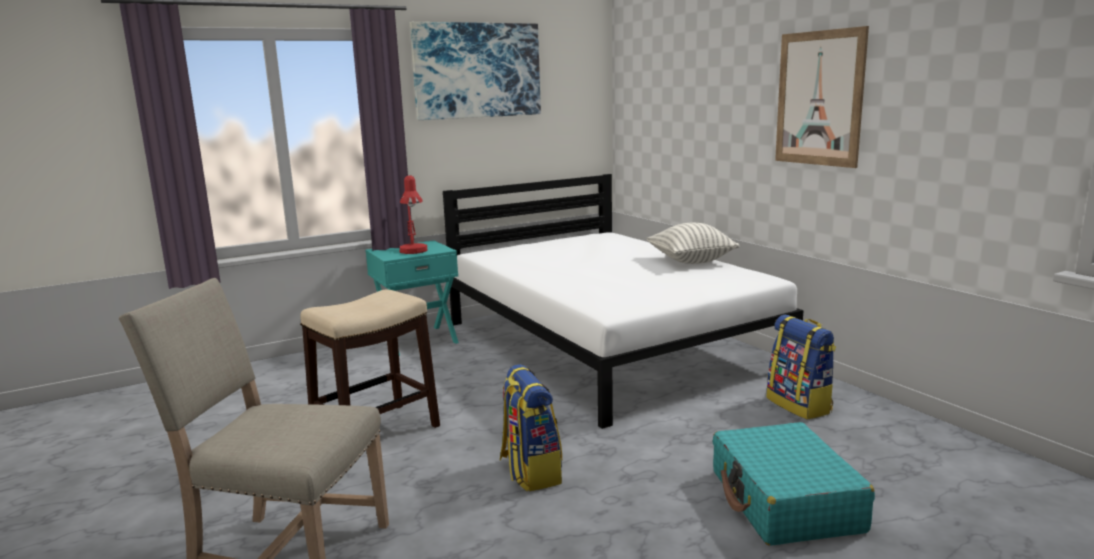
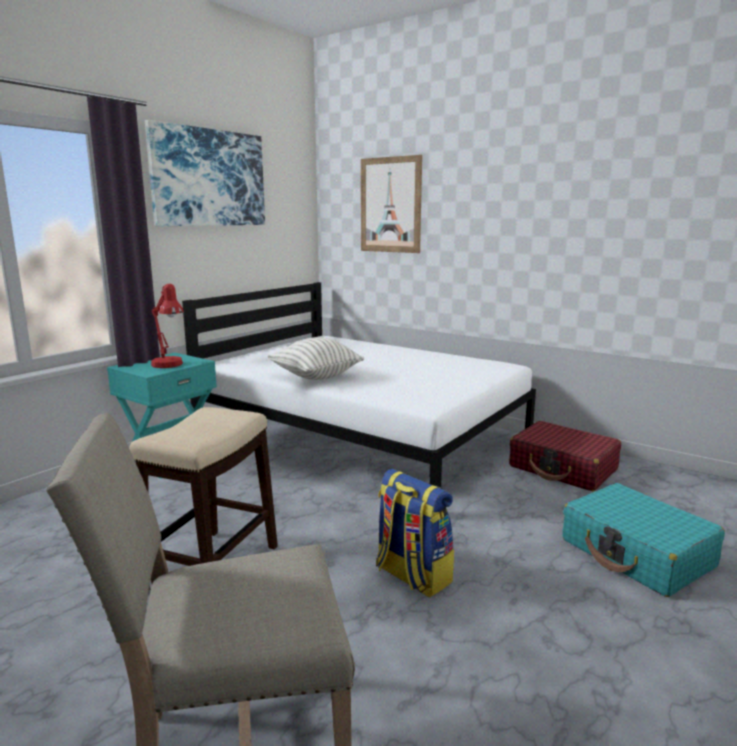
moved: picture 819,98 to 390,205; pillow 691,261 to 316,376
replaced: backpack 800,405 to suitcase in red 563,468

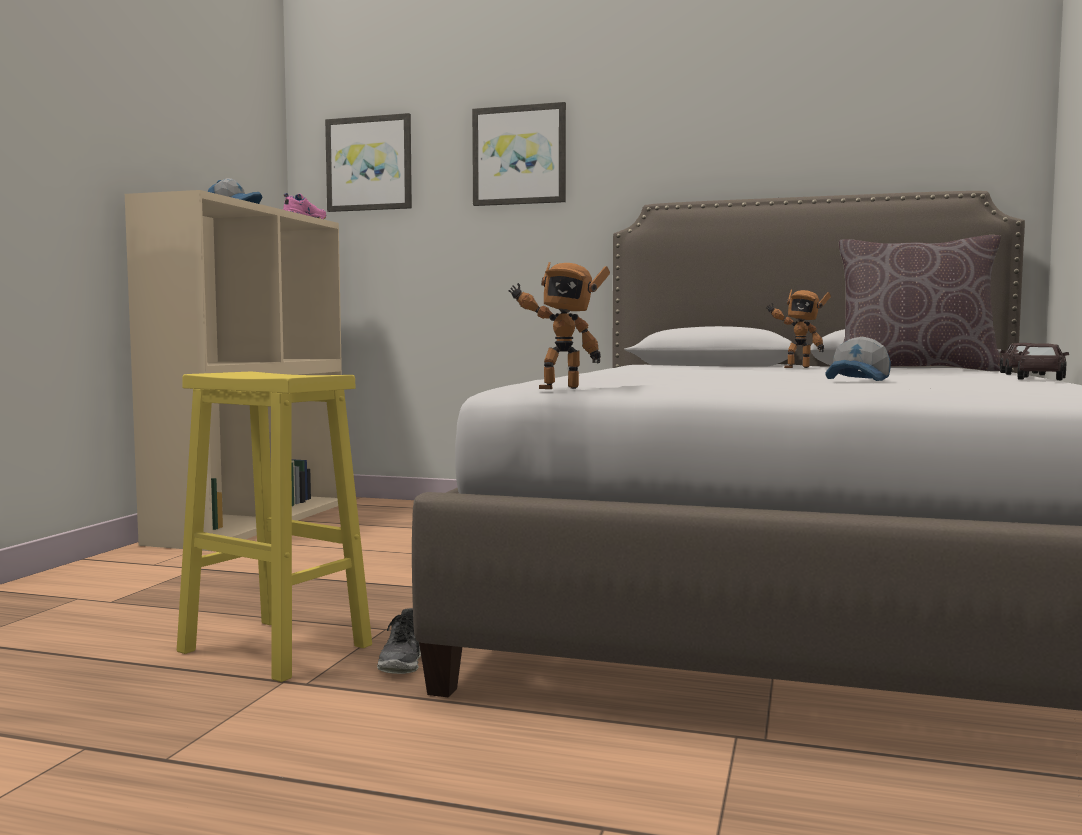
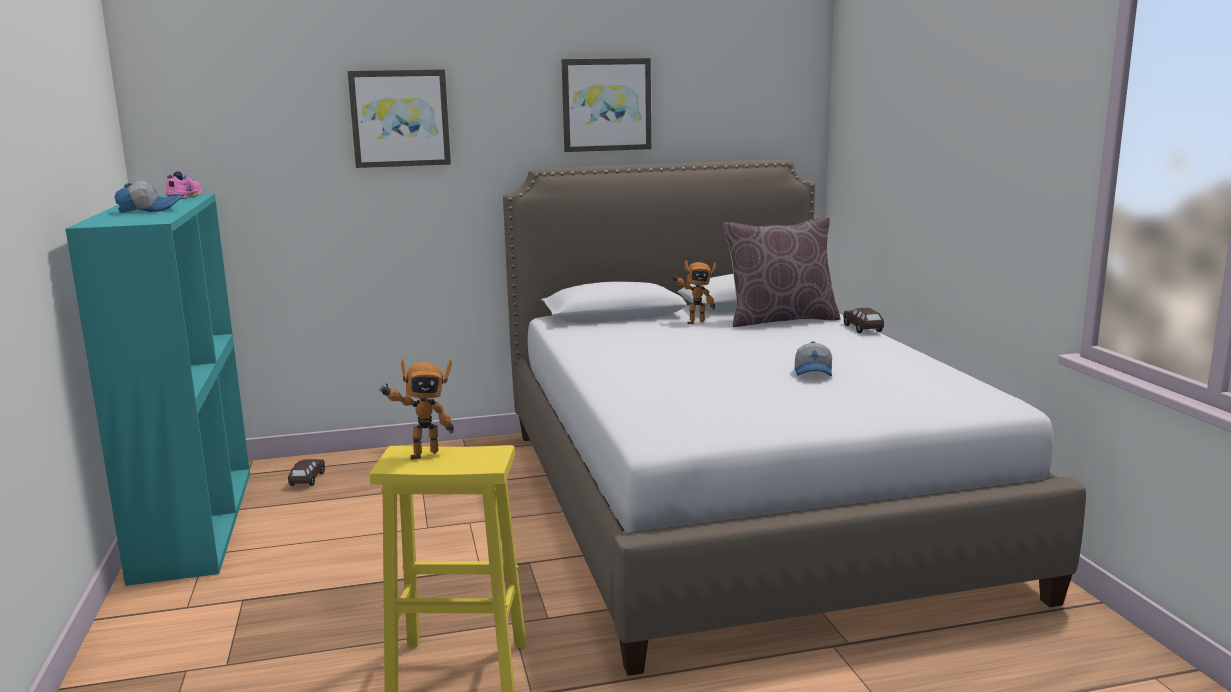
removed: shoe 404,660
moved: picture 369,164 to 606,105; toy robot 557,388 to 422,454; toy car in brown 1041,378 to 307,479
recoloured: bookcase in beige 252,522 to bookcase in turquoise 193,522

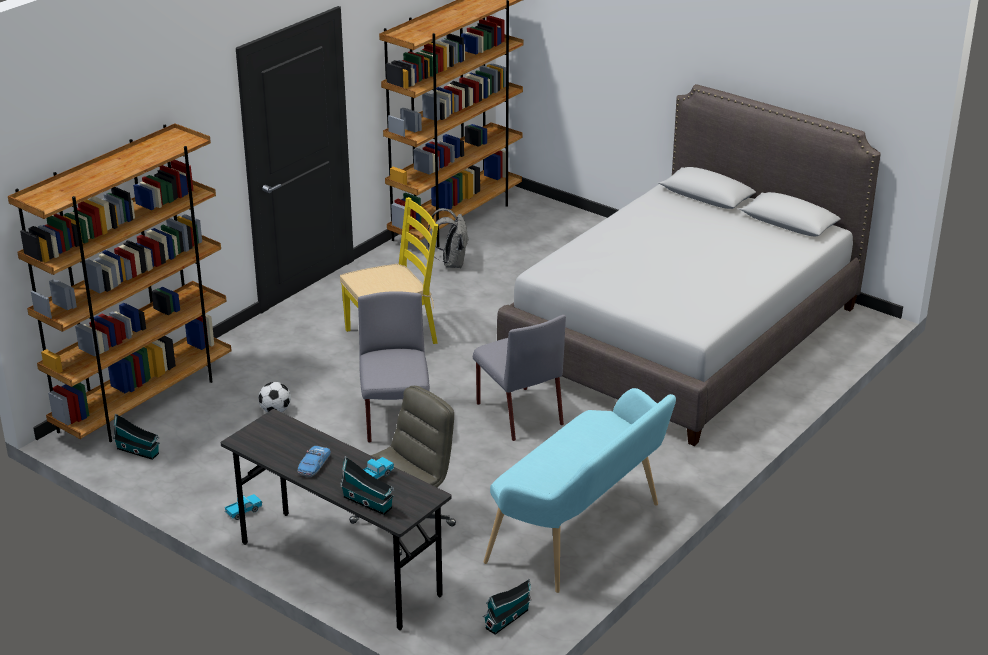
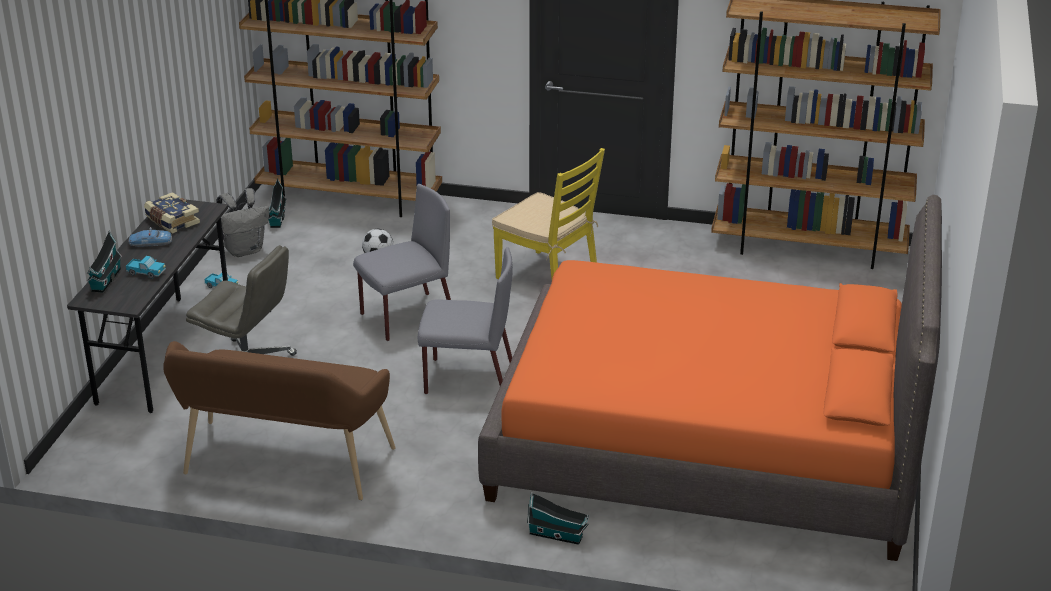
added: book 171,221
moved: backpack in grey 451,263 to 245,250; toy house 508,618 to 558,535
recoloured: bed in grey 684,335 to bed in orange 707,445; bench in turquoise 582,535 to bench in brown 283,466
turned: chair in grey 518,413 = 467,378 120 degrees counterclockwise

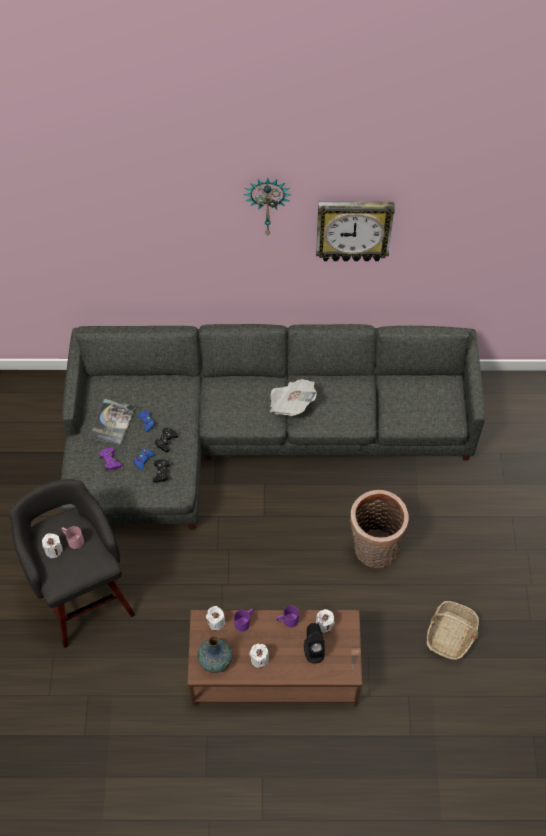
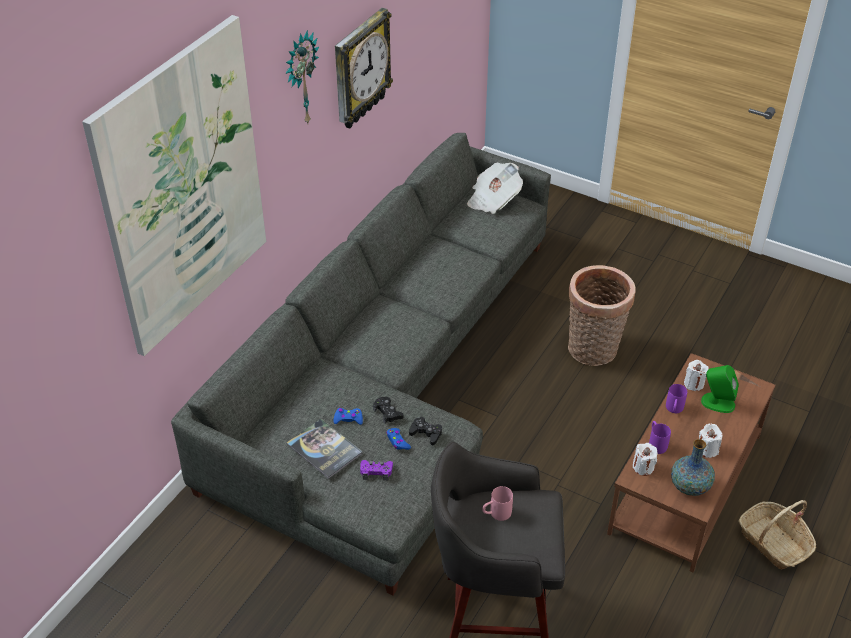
removed: candle in white 53,550
added: picture 183,188
moved: newspaper 291,404 to 493,200; basket 450,635 to 774,543
recoloured: speaker in black 314,649 to speaker in green 717,403

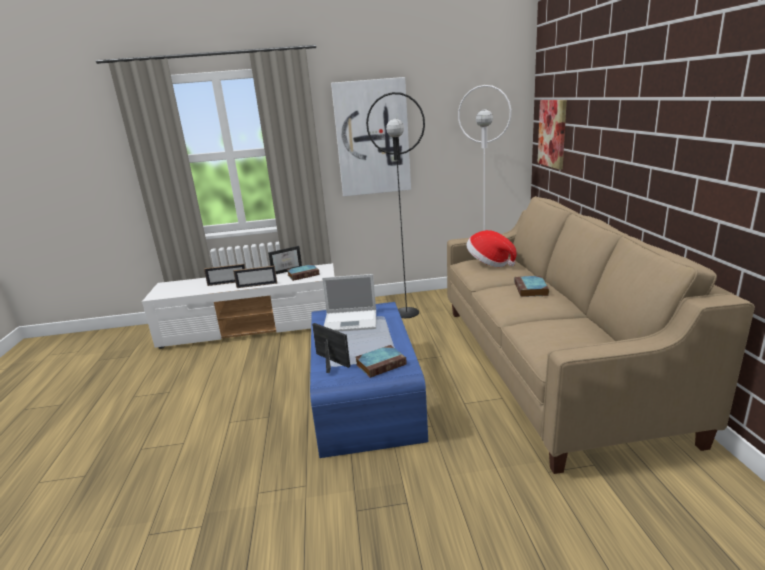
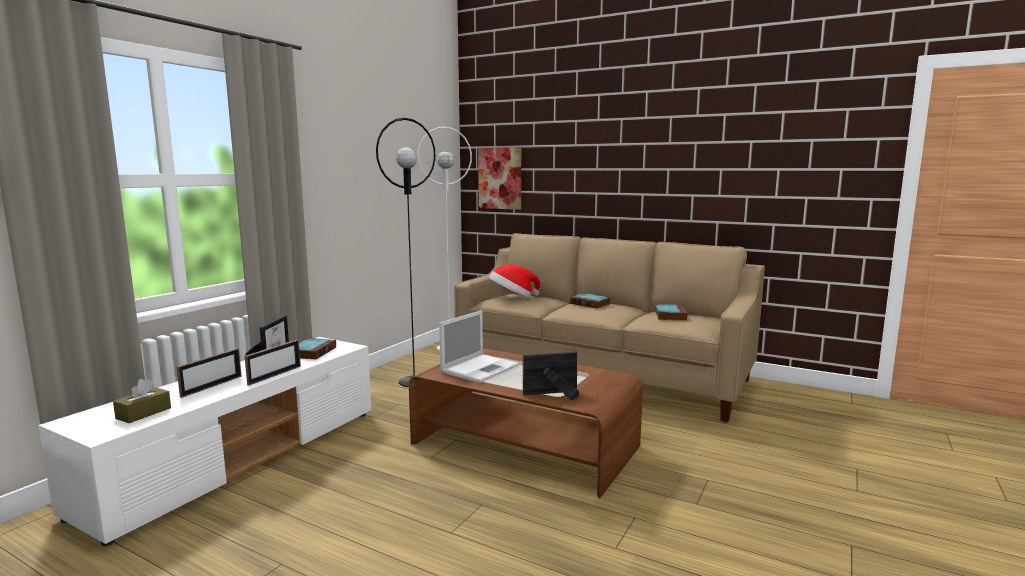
removed: picture 372,138
added: tissue box in brown 144,413
moved: book 381,364 to 669,315
recoloured: coffee table in blue 365,393 to coffee table in brown 525,445

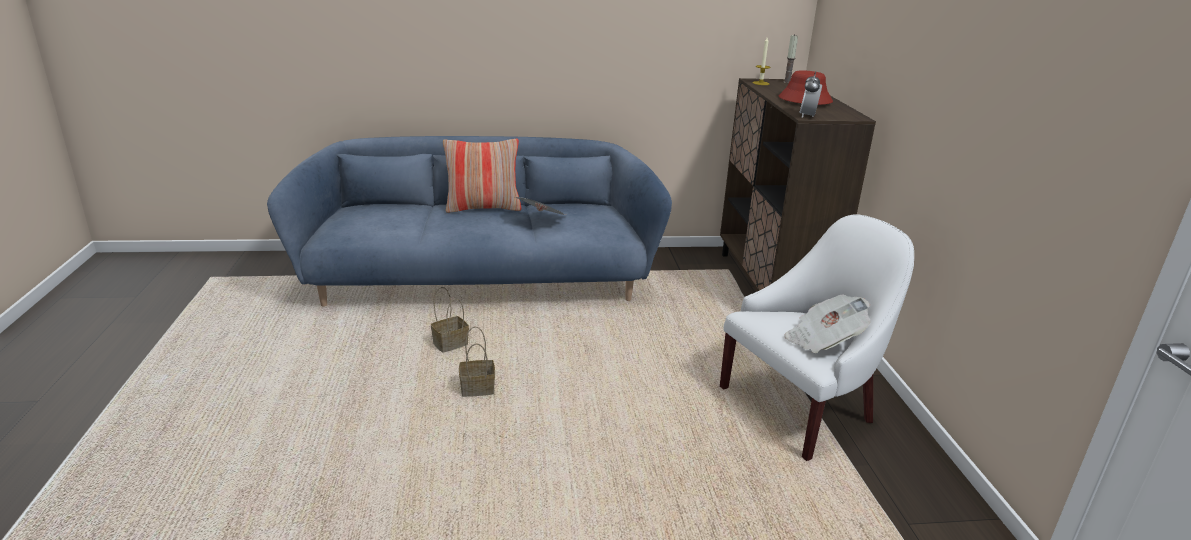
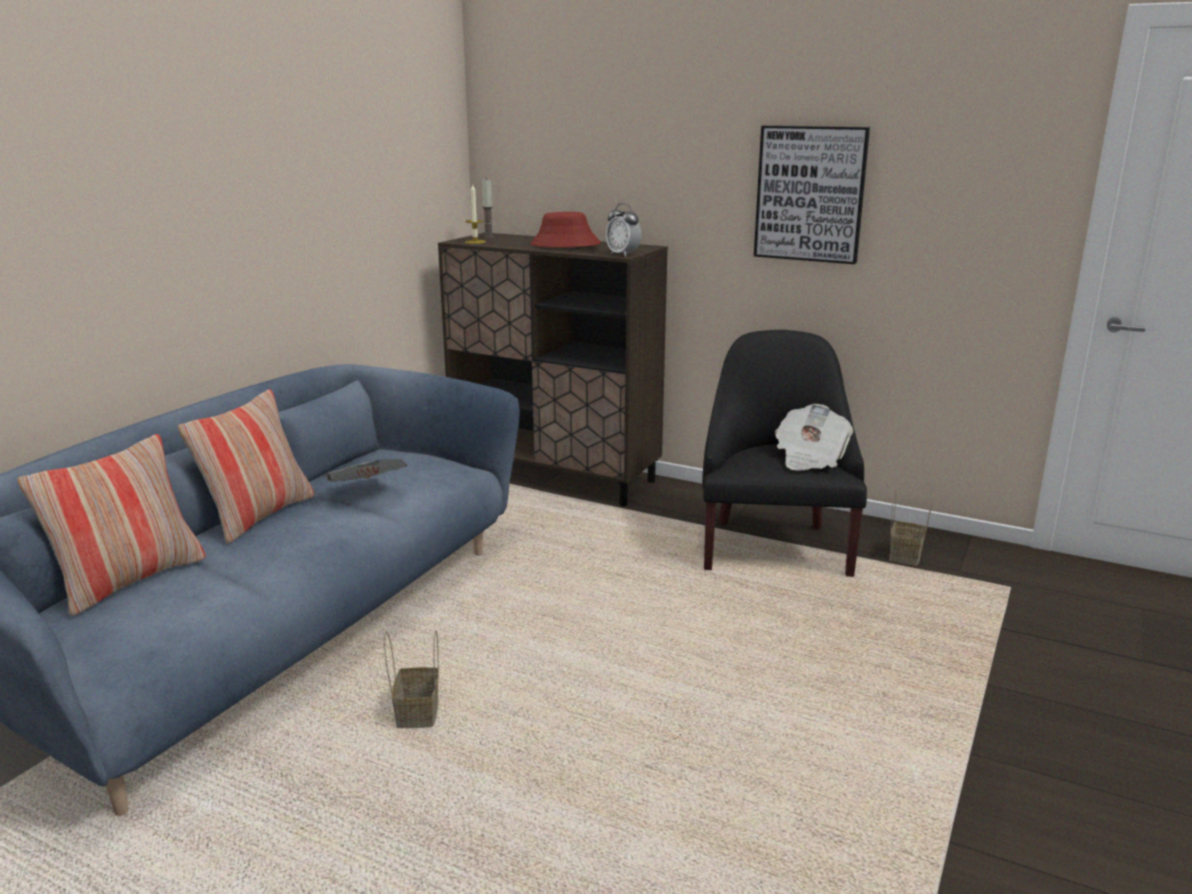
added: picture 810,194; pillow 130,580
moved: basket 476,389 to 905,556
recoloured: armchair in white 801,407 to armchair in black 773,546

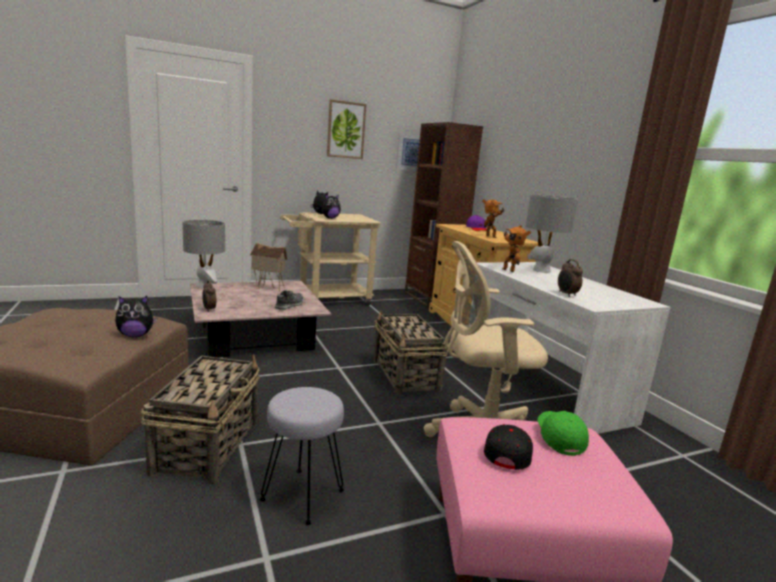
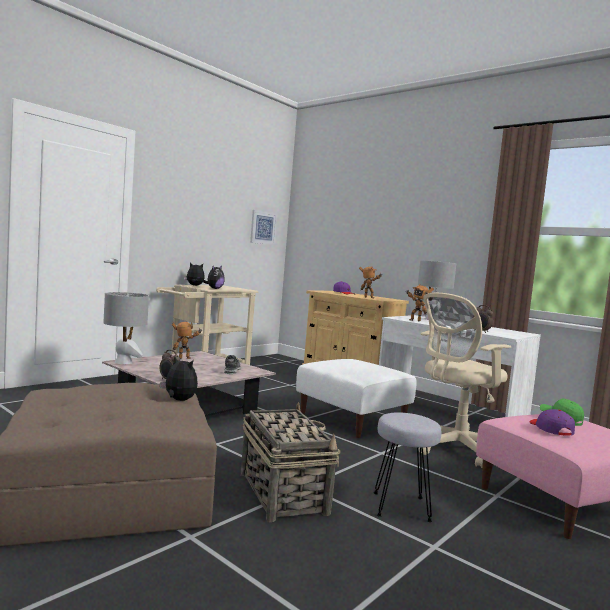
removed: picture 346,130; bookcase in brown 431,299
replaced: toy house 268,288 to toy robot 185,359; basket 406,375 to ottoman in white 353,419
recoloured: cap in black 507,452 to cap in purple 550,429
turned: plush toy 135,335 = 178,400 105 degrees counterclockwise

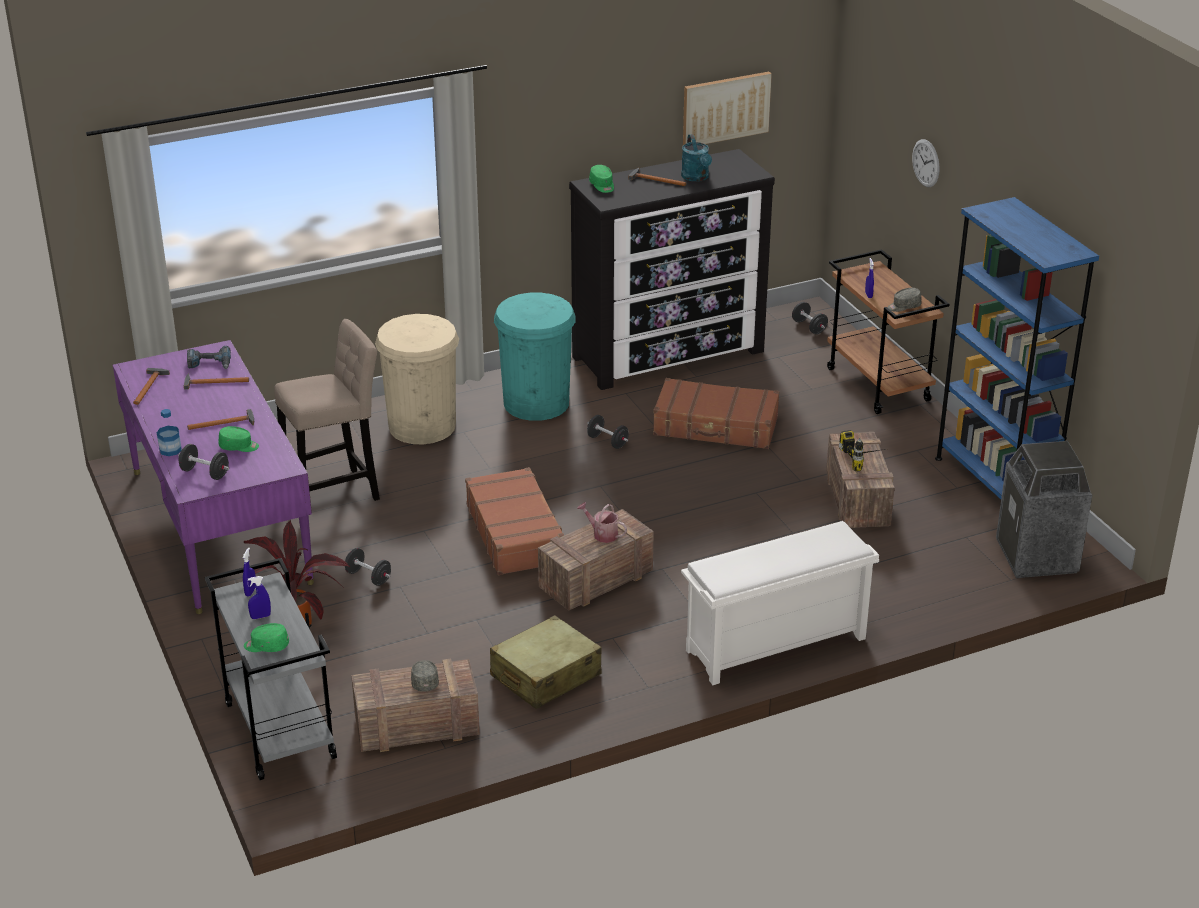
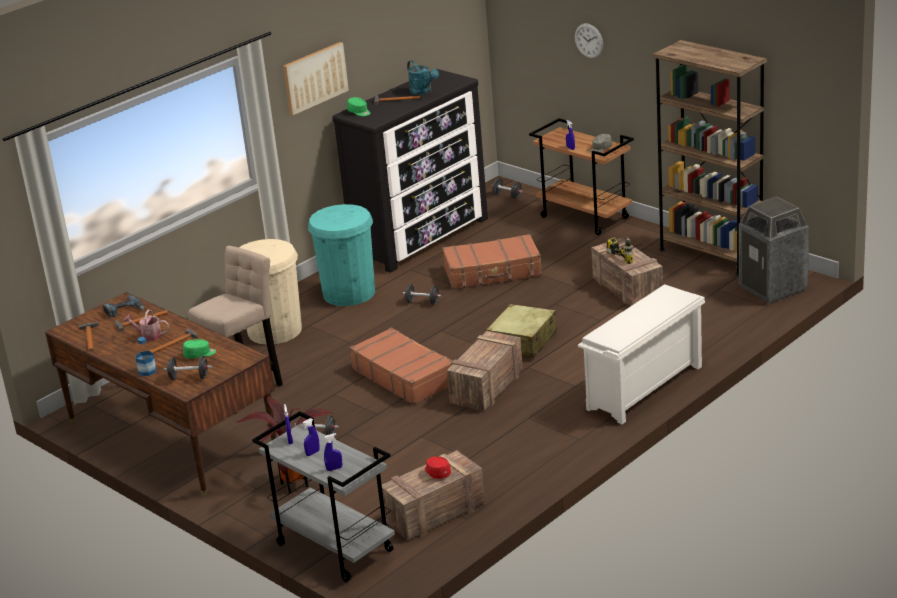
moved: picture 725,108 to 314,78; watering can 602,534 to 149,336; suitcase in beige 545,676 to 522,342
replaced: cap in green 266,646 to spray bottle in blue 334,469
recoloured: bookcase in blue 994,484 to bookcase in brown 710,254; desk in purple 220,526 to desk in brown 172,436; cap in grey 424,681 to cap in red 437,472

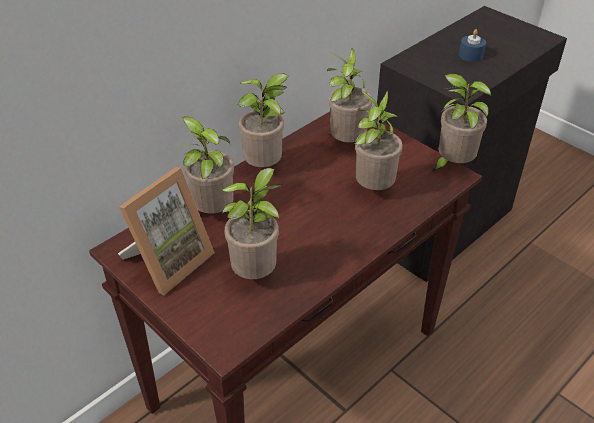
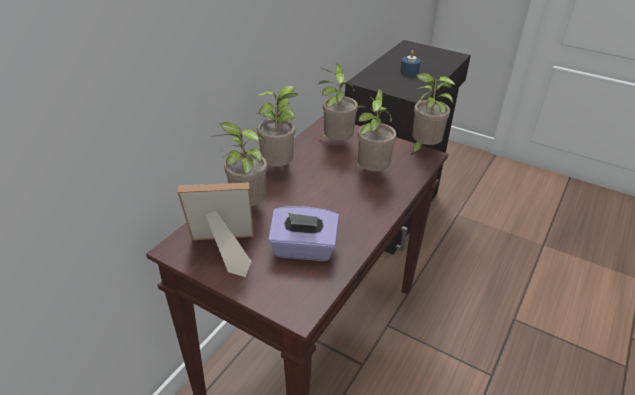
replaced: potted plant 257,274 to tissue box in purple 303,249
turned: picture frame 168,261 = 223,252 120 degrees counterclockwise

